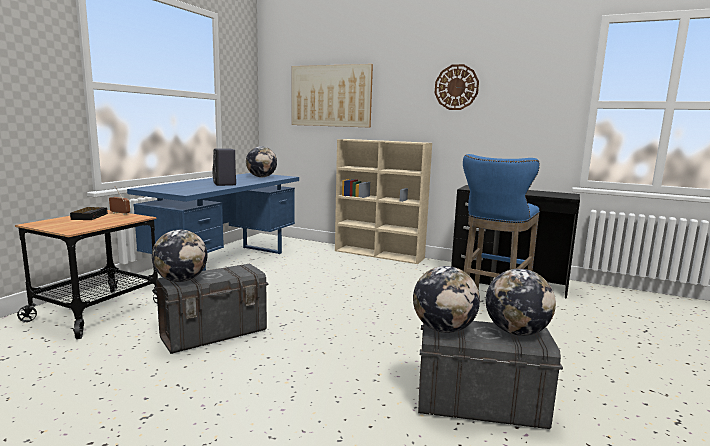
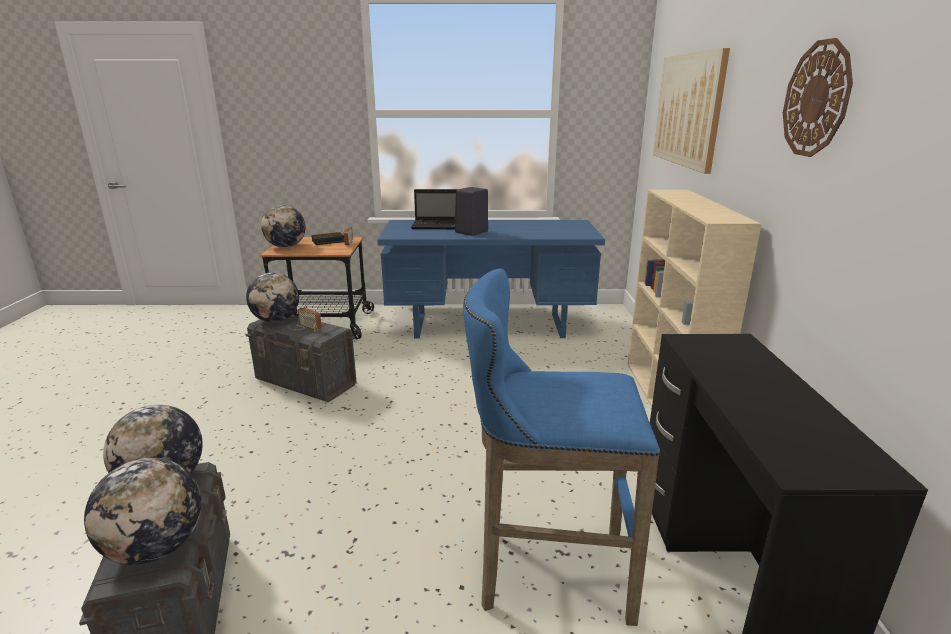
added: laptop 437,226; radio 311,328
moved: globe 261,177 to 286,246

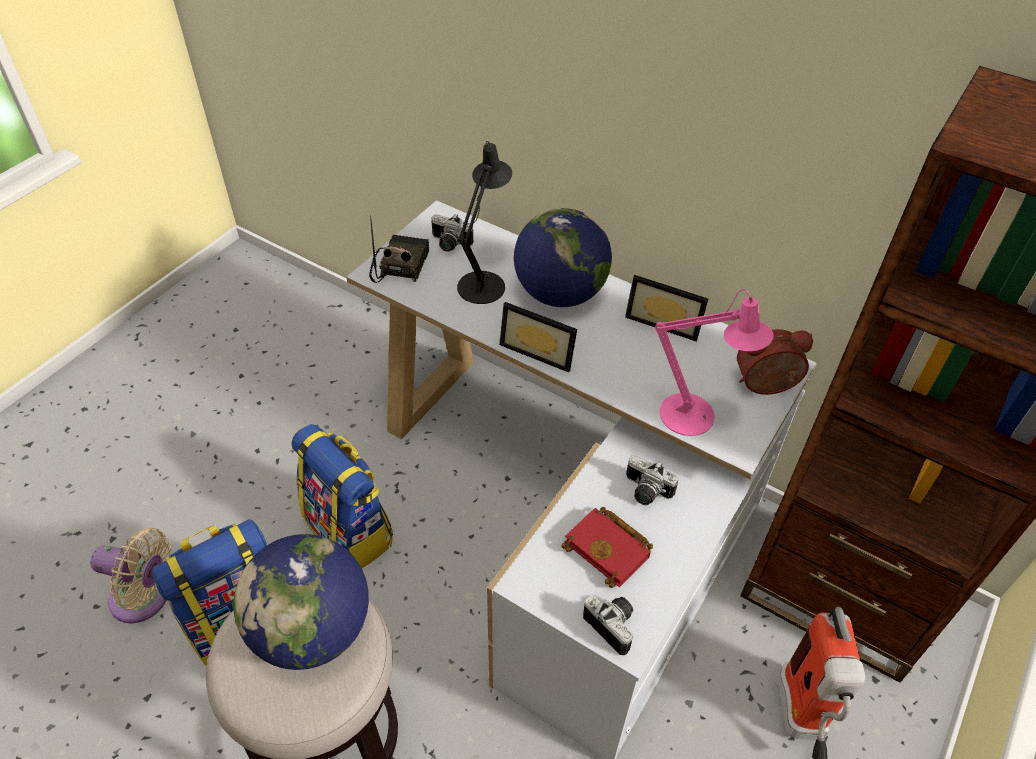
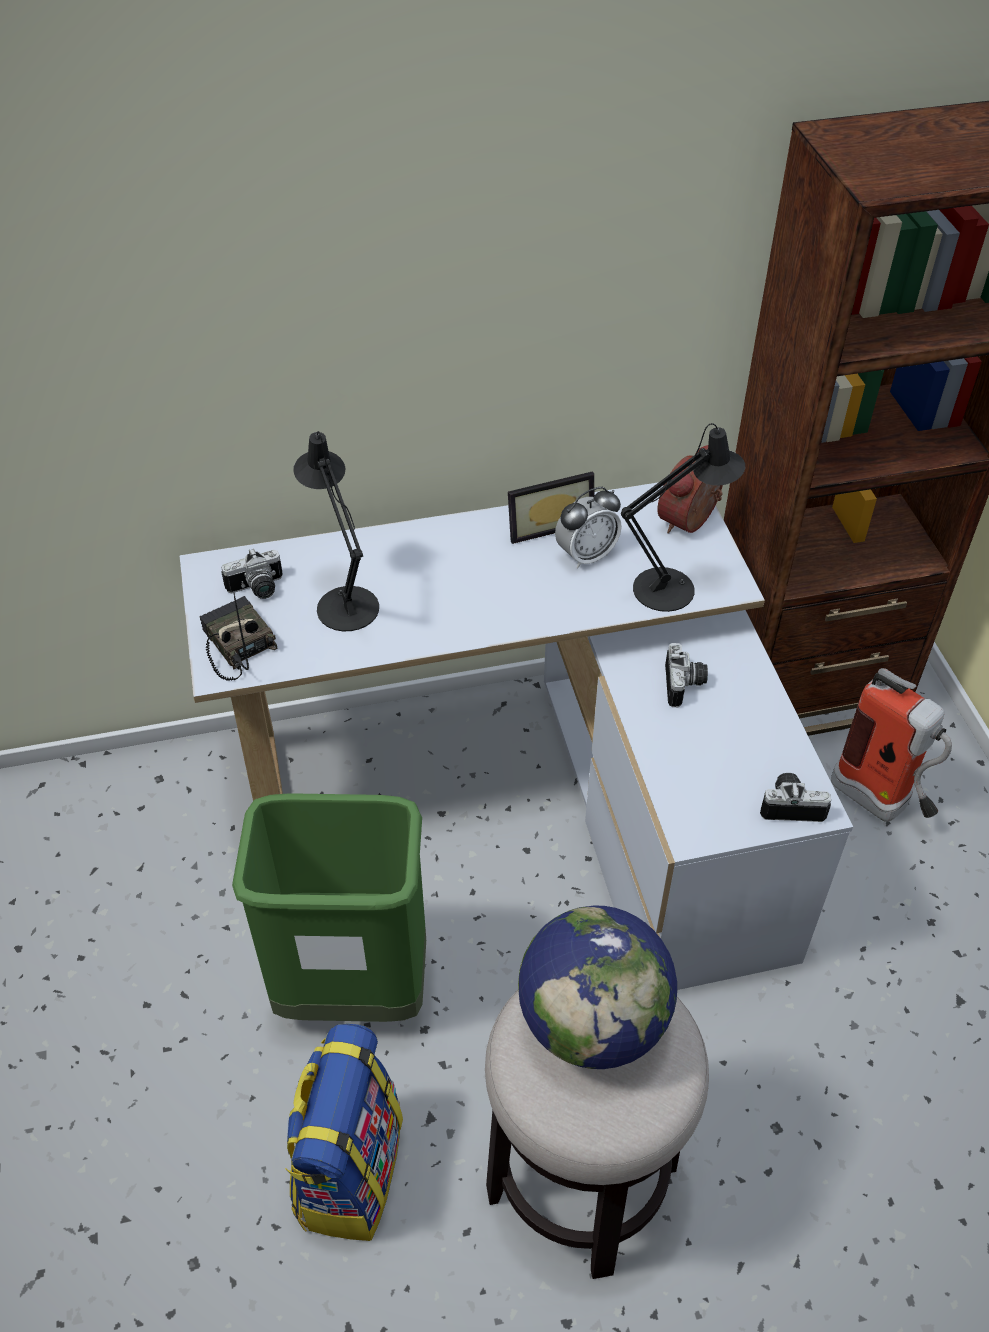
removed: globe 560,294; picture frame 540,349; book in red 610,549; fan in beige 145,598
added: alarm clock 586,555
replaced: backpack 350,531 to trash can in green 353,990
recoloured: table lamp in pink 695,417 to table lamp in black 672,587
turned: photo camera 645,492 = 685,685 75 degrees counterclockwise

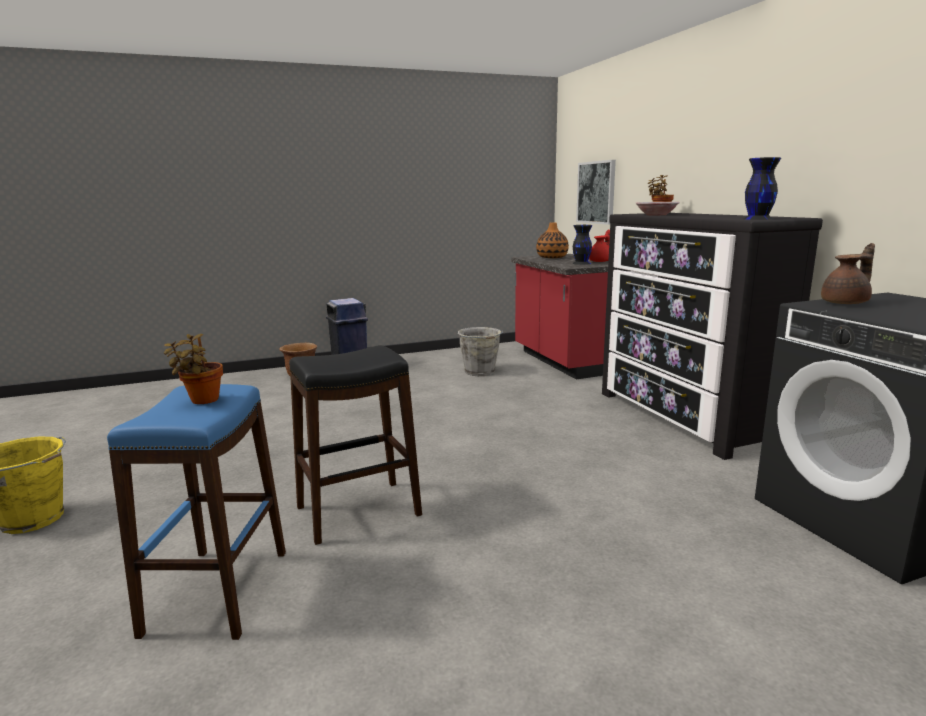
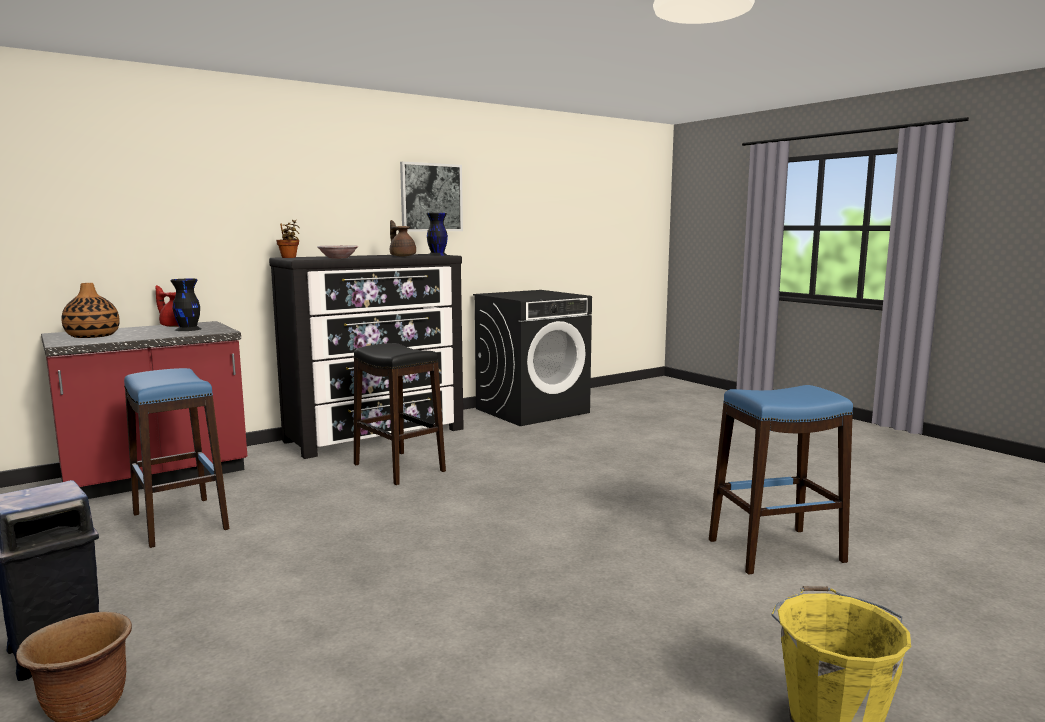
removed: potted plant 202,401
moved: picture 596,192 to 431,197; teapot in brown 846,303 to 402,256; stool in black 358,511 to 399,468
replaced: bucket in grey 480,372 to stool in blue 179,521

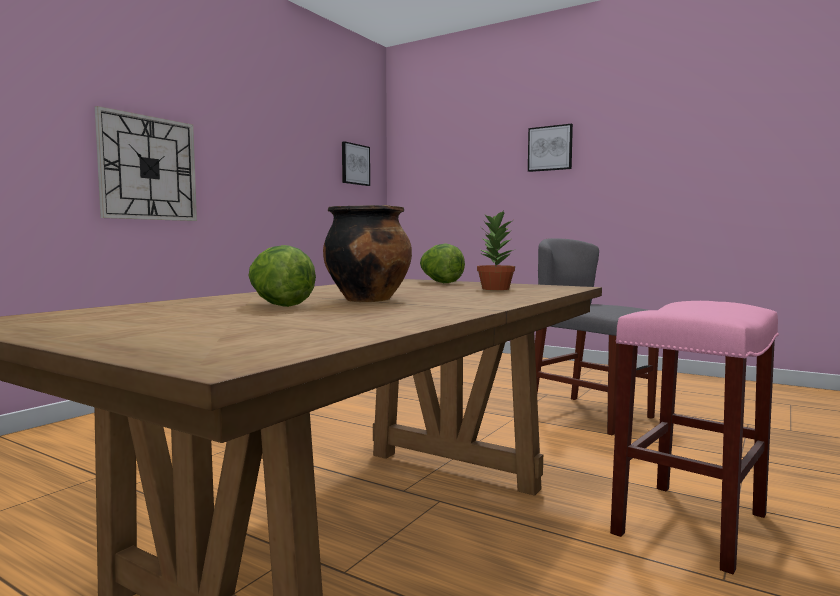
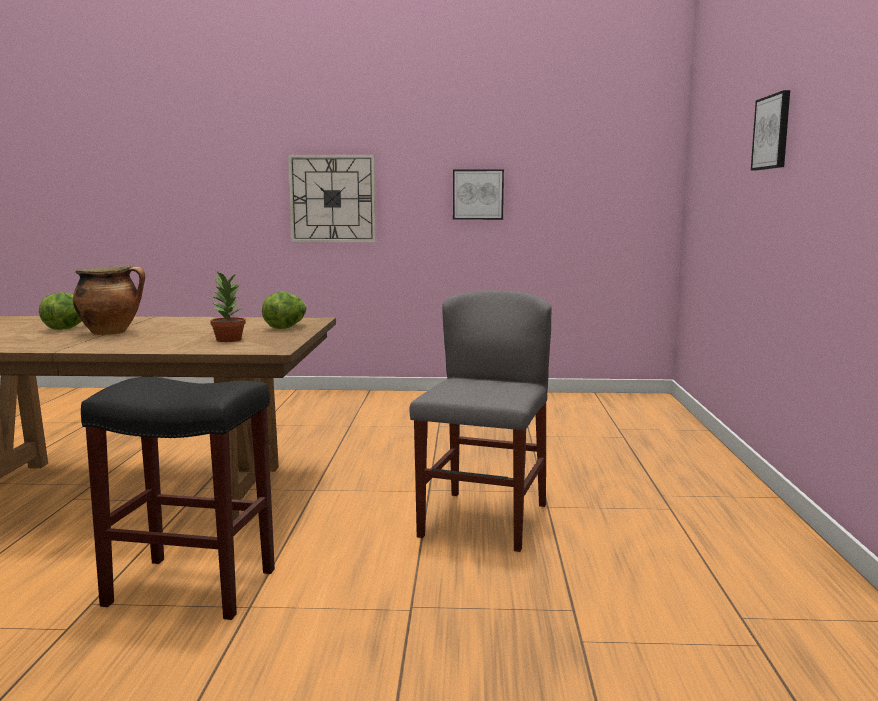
moved: picture 355,164 to 478,194
recoloured: stool in pink 691,525 to stool in black 188,587

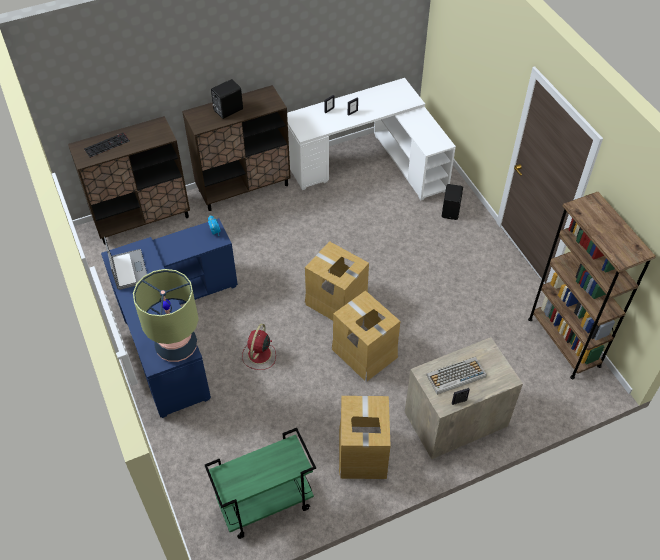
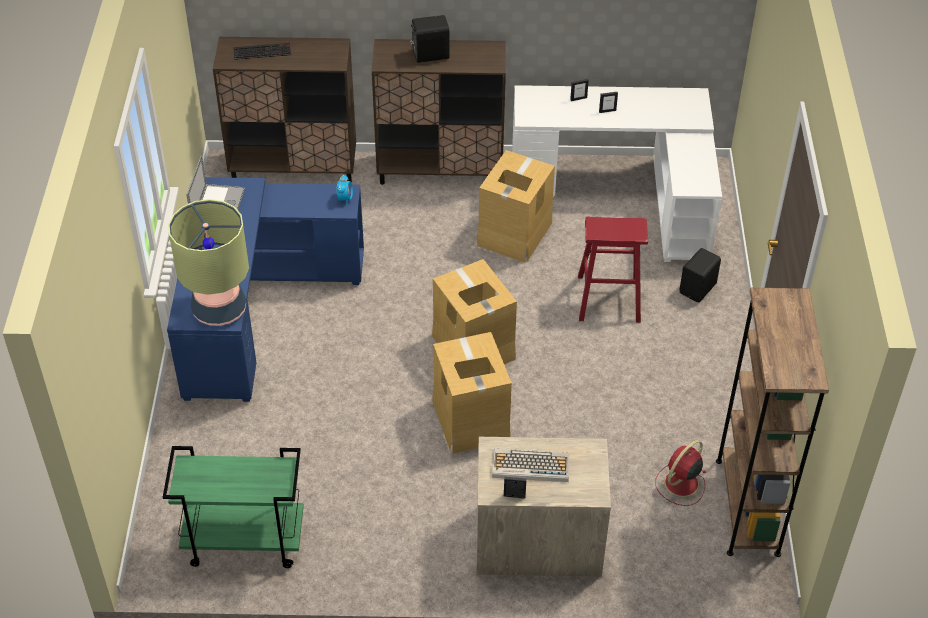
added: stool in red 608,298
moved: fan in red 259,355 to 680,484; cardboard box 362,452 to 514,233

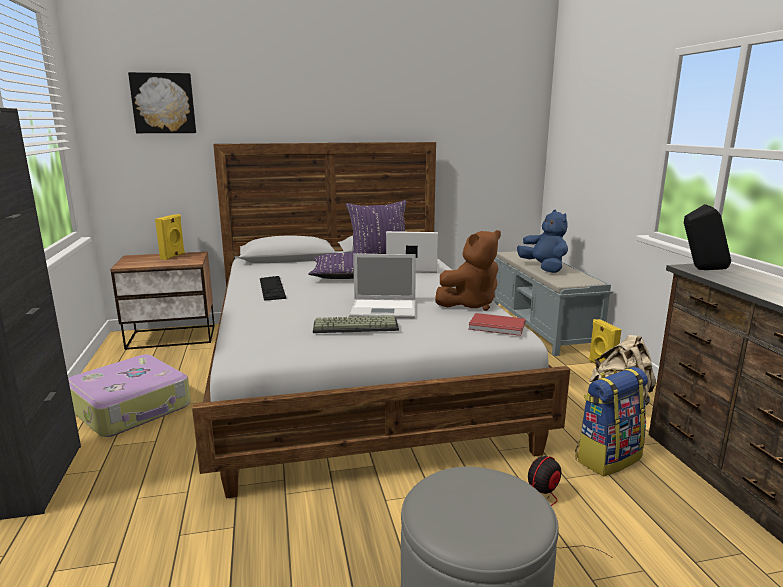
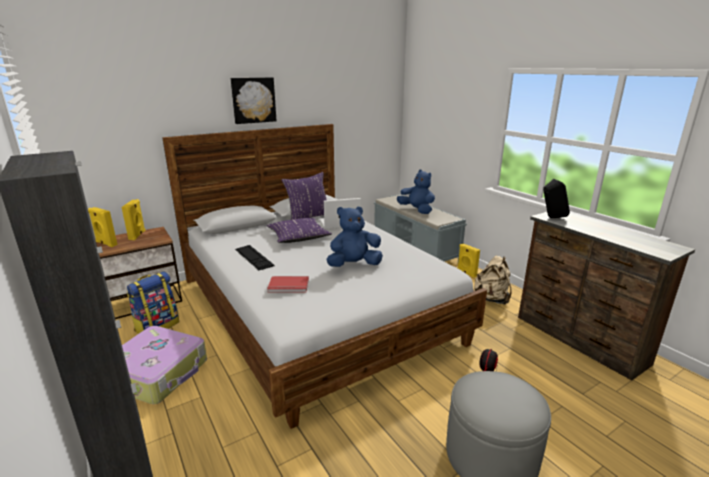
removed: plush toy in brown 470,304; keyboard 356,326
added: speaker in yellow 106,244
moved: picture 163,103 to 253,100; book in red 497,327 to 288,286; backpack 607,457 to 157,326
replaced: laptop 385,309 to plush toy in blue 354,265

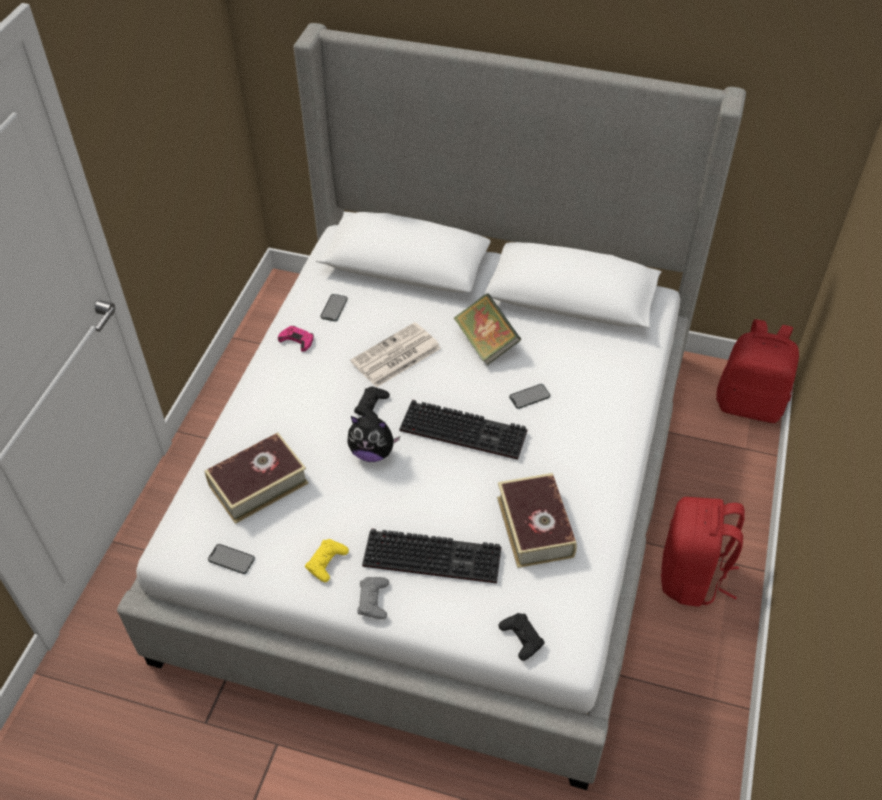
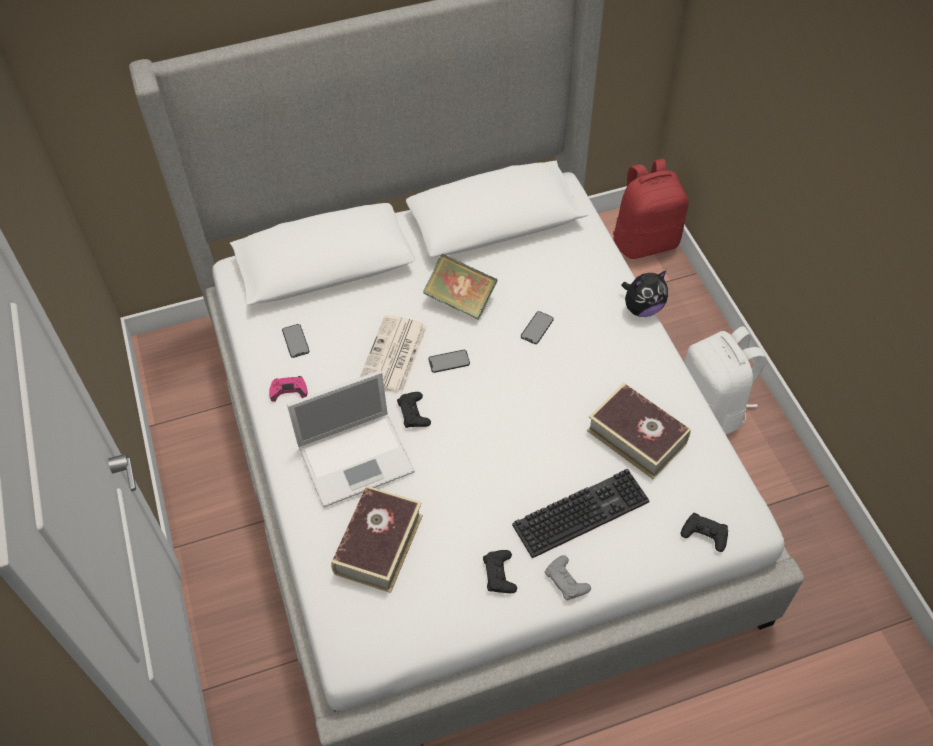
removed: keyboard 466,430
added: laptop 358,458
moved: plush toy 372,452 to 642,308; phone 231,559 to 449,361
recoloured: backpack in red 692,576 to backpack in white 712,408; game controller in yellow 326,562 to game controller in black 499,574

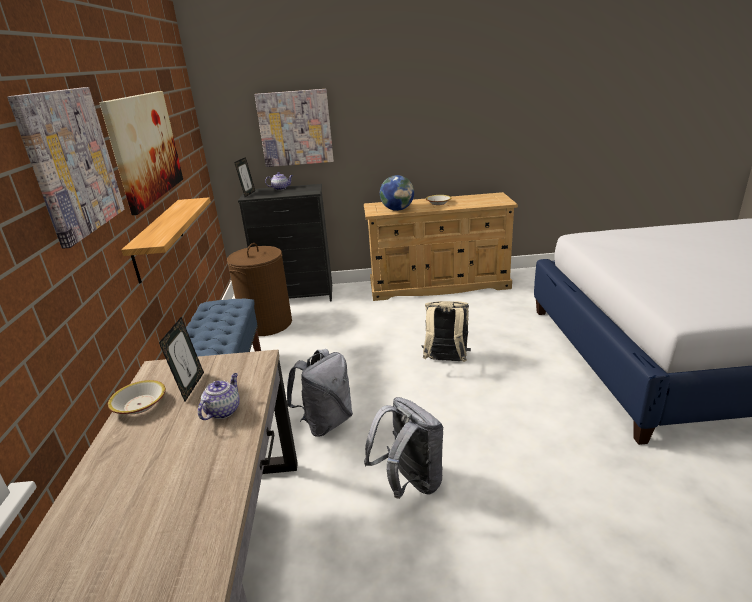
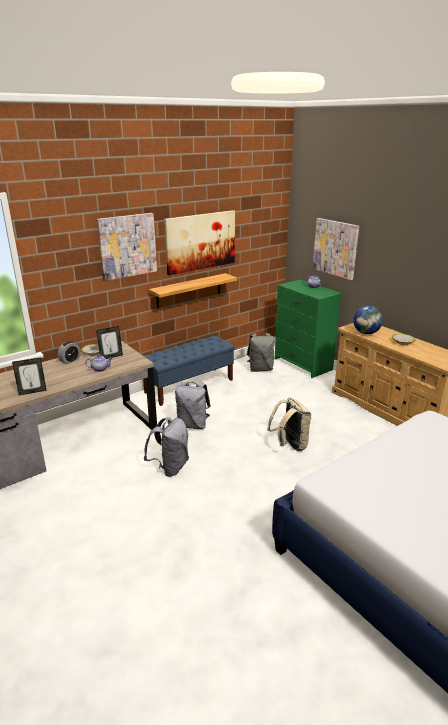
added: alarm clock 70,360
moved: picture frame 248,194 to 32,392
replaced: laundry basket in brown 267,324 to backpack in grey 260,369
recoloured: dresser in black 296,296 to dresser in green 302,364

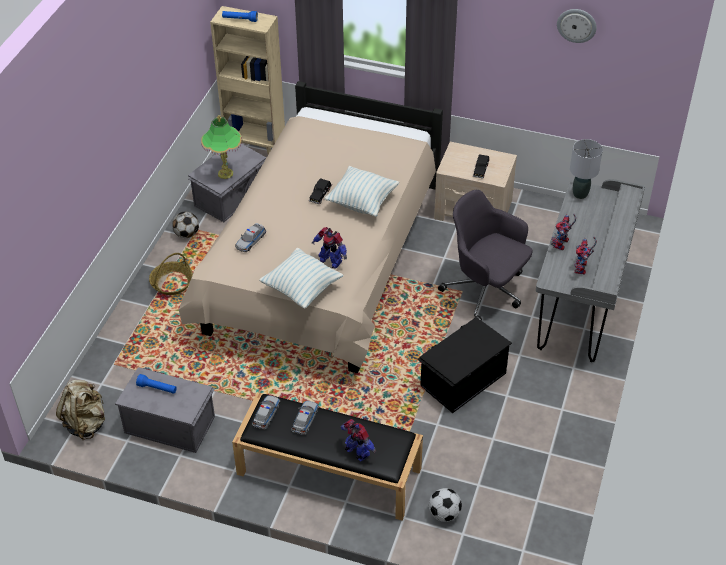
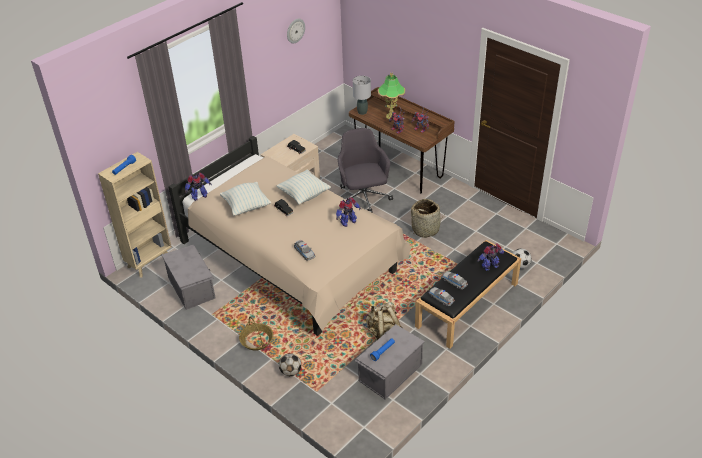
added: toy robot 199,196
moved: table lamp 225,173 to 391,116; football 187,234 to 290,372; pillow 301,289 to 246,207; backpack in beige 86,423 to 383,332
replaced: storage box in black 462,379 to basket 425,229
recoloured: desk in grey 579,309 to desk in brown 399,169
turned: office chair in grey 486,291 = 363,199 105 degrees clockwise

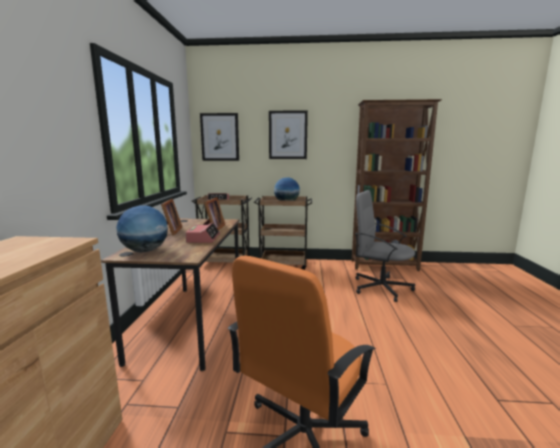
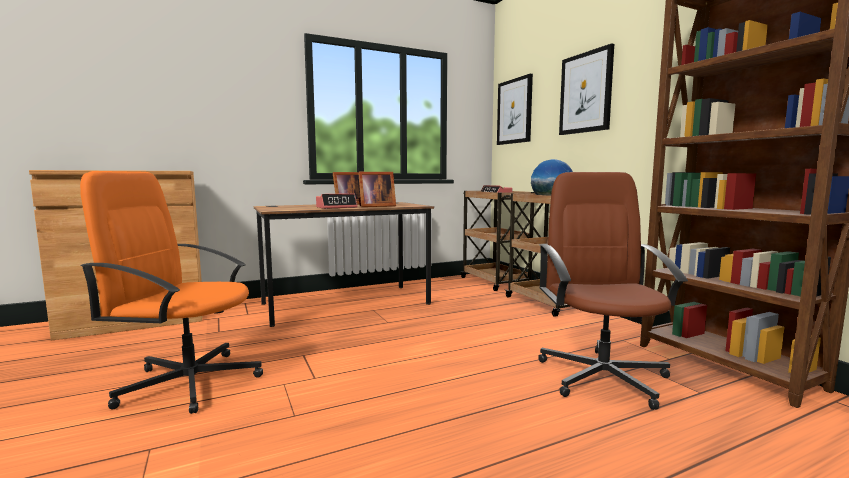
removed: globe 145,251
recoloured: office chair in grey 380,287 to office chair in brown 602,376

